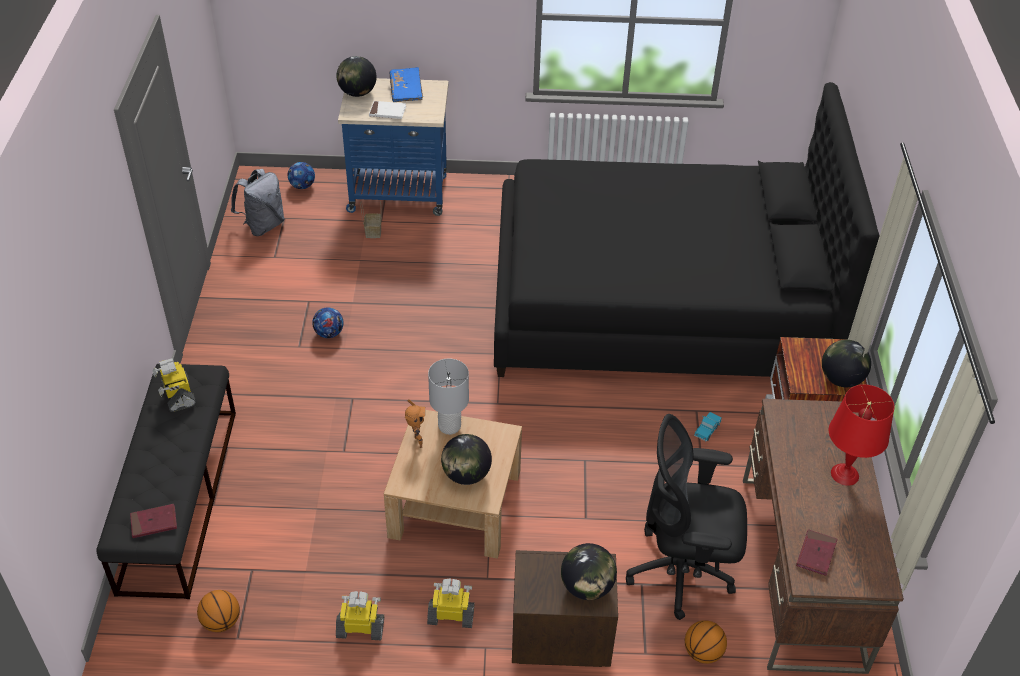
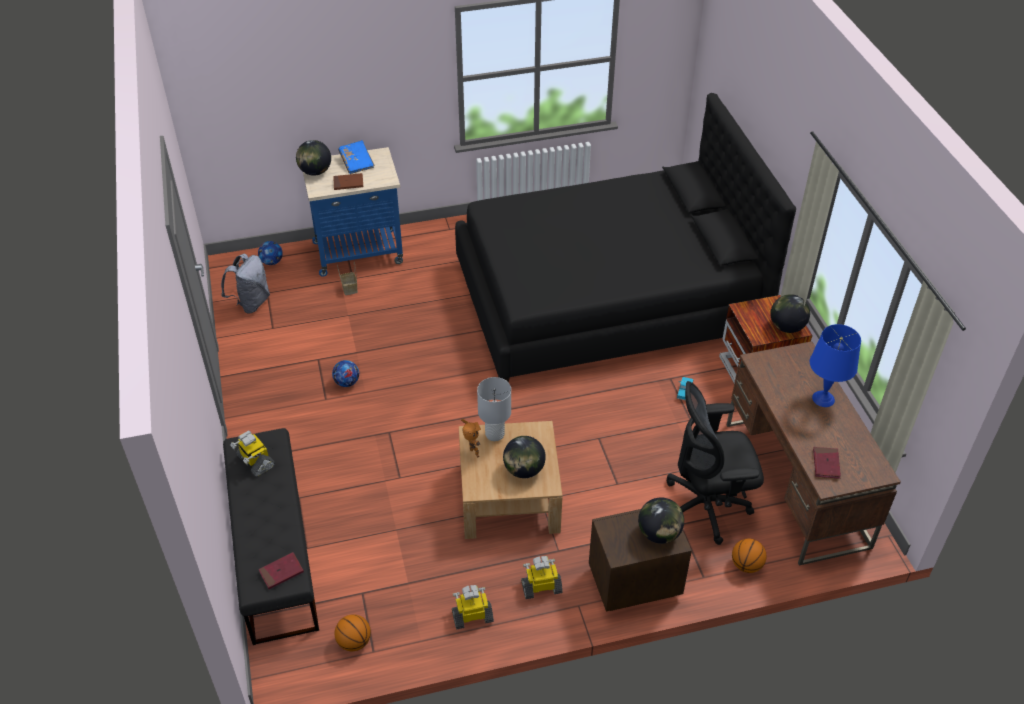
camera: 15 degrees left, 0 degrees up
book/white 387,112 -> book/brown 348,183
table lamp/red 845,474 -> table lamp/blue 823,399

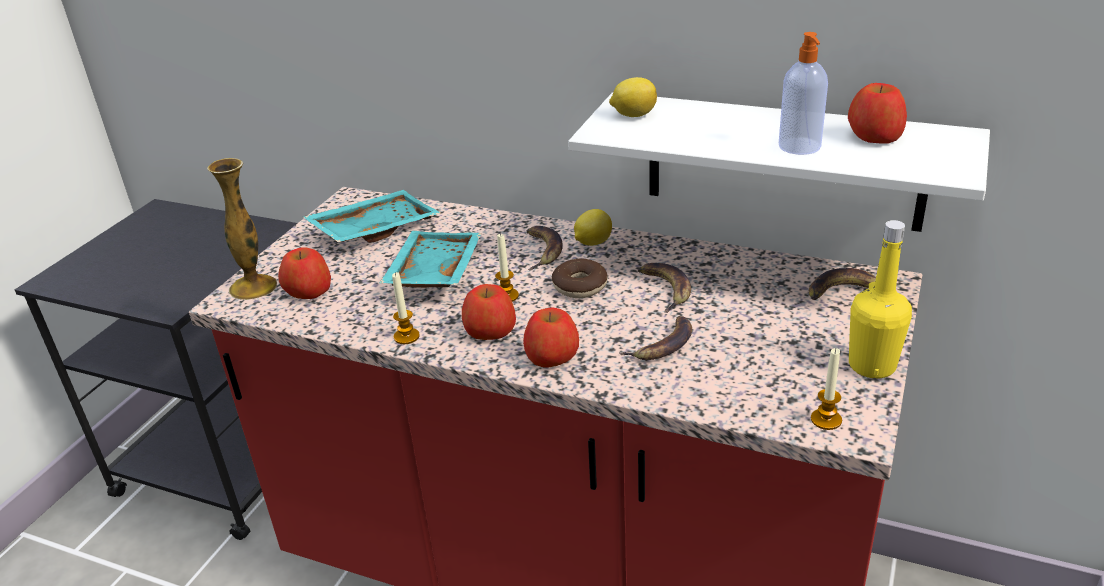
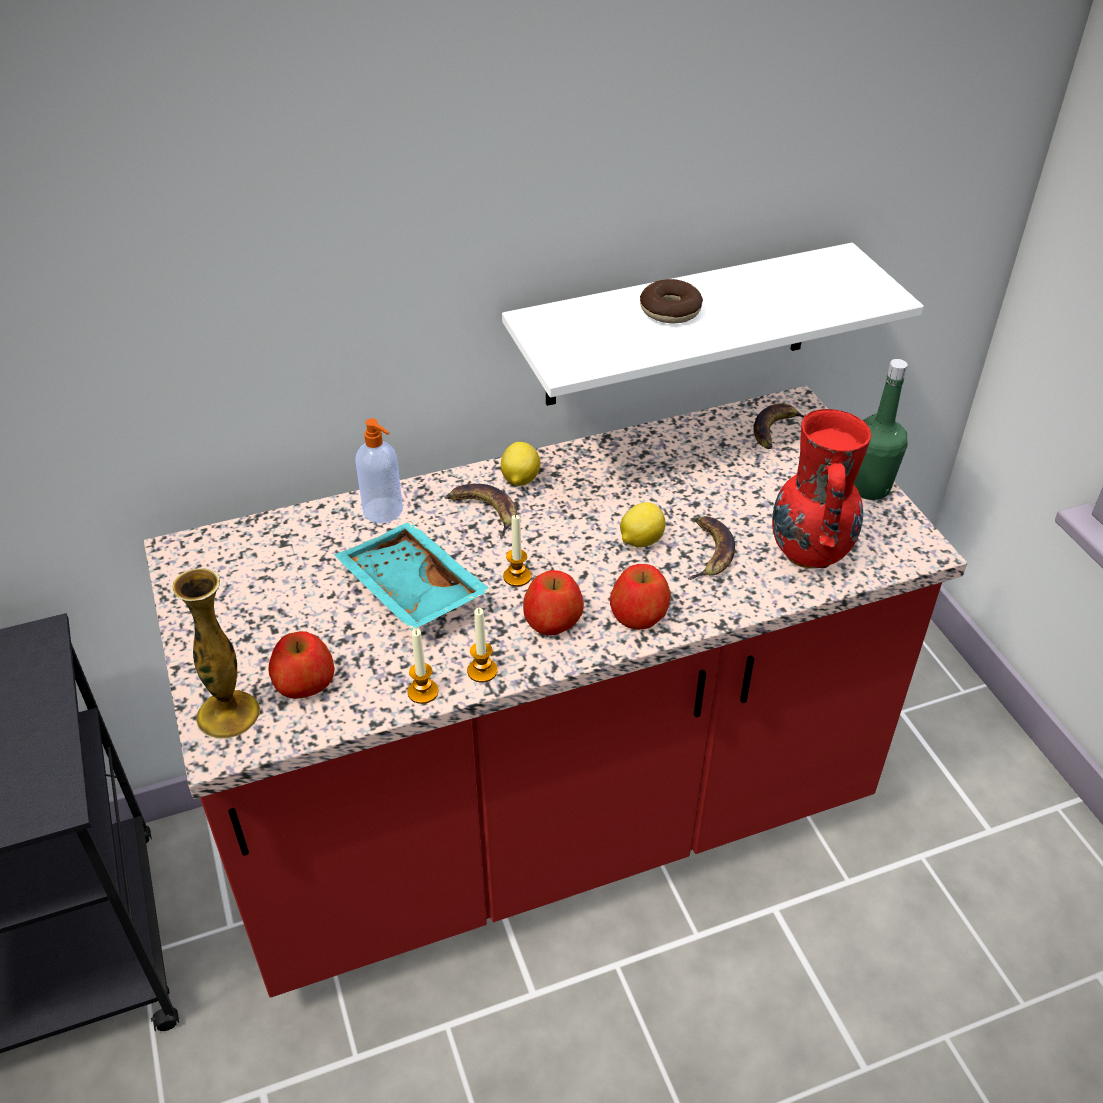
camera: 45 degrees left, 10 degrees up
tray/turquoise 374,229 -> none
banana 665,289 -> none
apple 874,136 -> none
none -> vase/red 810,553
donut 580,286 -> donut 670,311, move
lemon 633,115 -> lemon 640,541, move
soap dispenser 800,147 -> soap dispenser 384,511, move
candle 826,420 -> candle 423,692, move
bottle/yellow 872,365 -> bottle/green 869,487

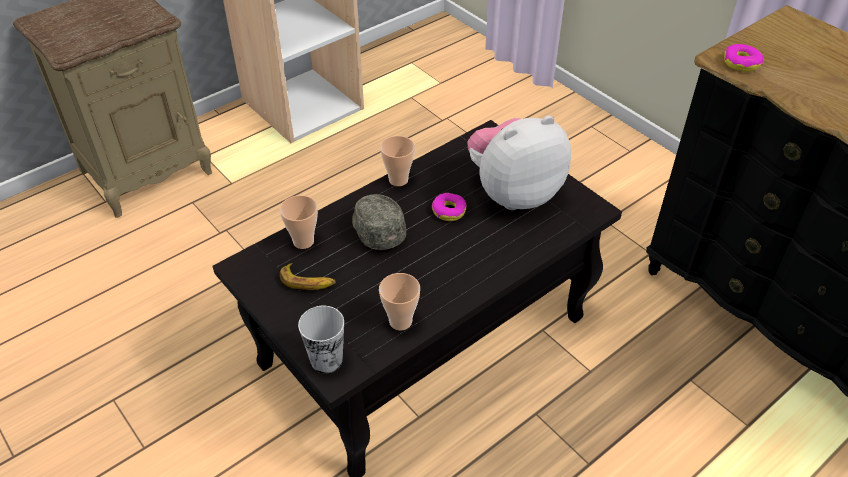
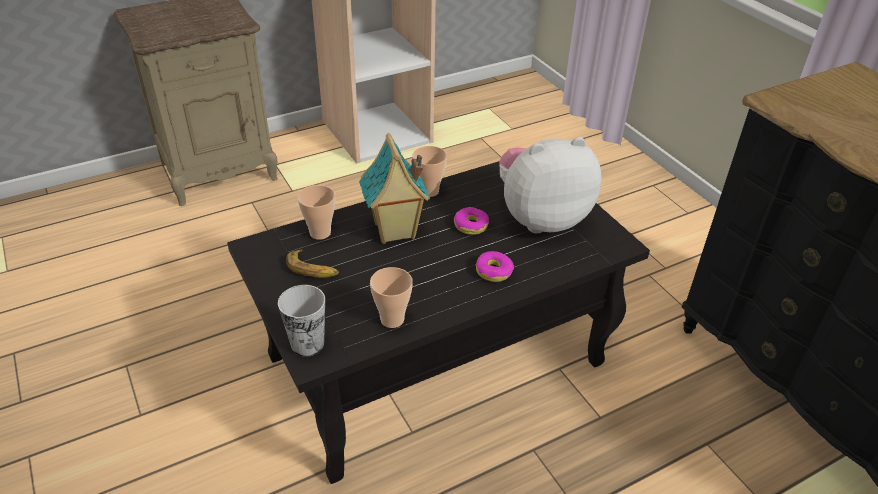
camera: 10 degrees right, 5 degrees down
donut 741,63 -> donut 494,271, move
cap/grey 377,229 -> toy house 394,232

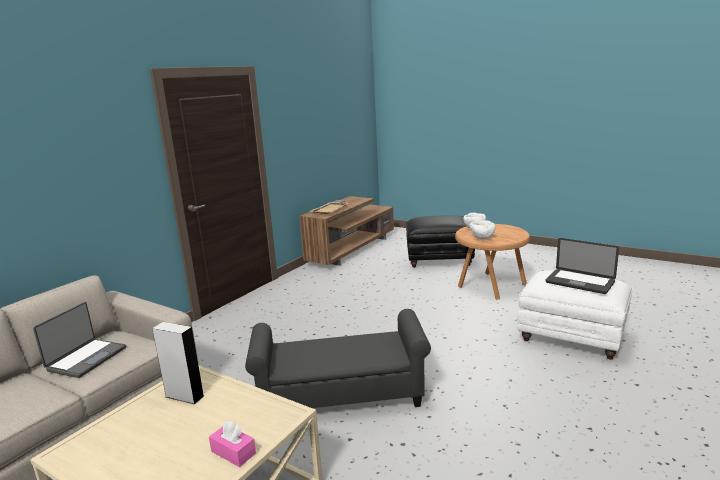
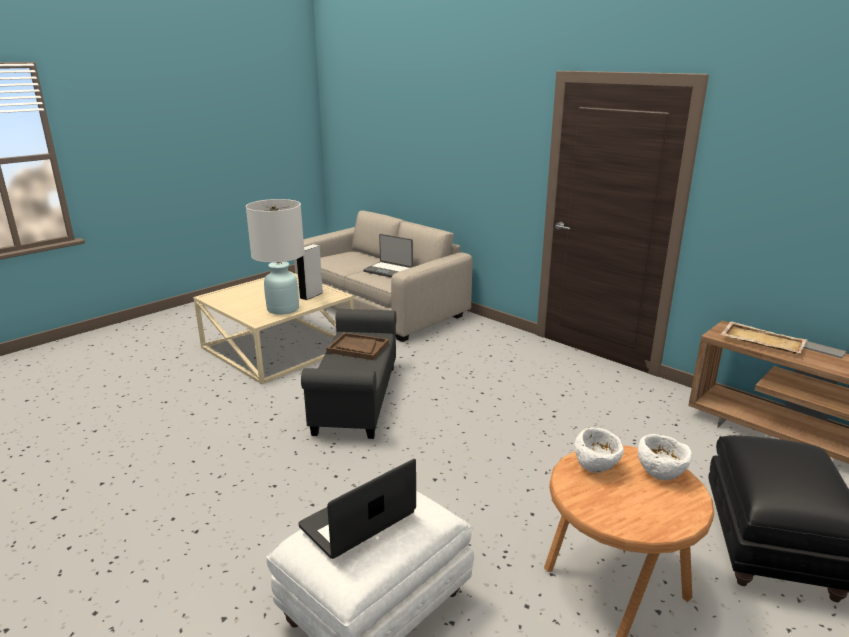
camera: 100 degrees right, 5 degrees up
tissue box/pink 233,452 -> none
none -> table lamp/white 283,309
none -> tray/brown 358,348

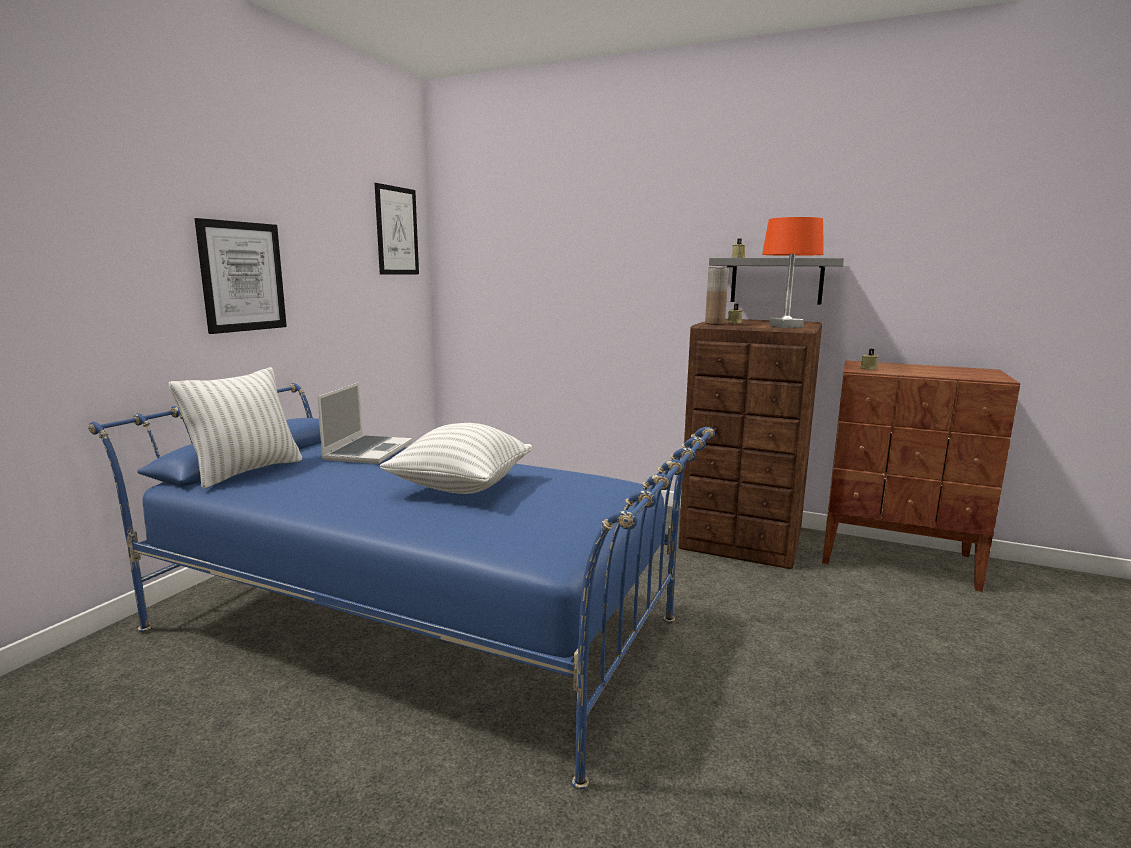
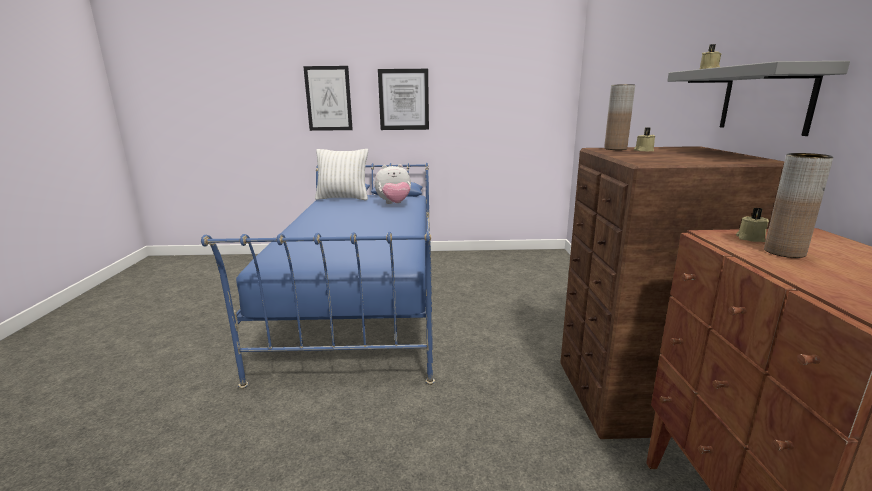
camera: 65 degrees right, 5 degrees up
pillow/white 461,487 -> none
table lamp/orange 786,327 -> none
none -> vase/brown 784,252
picture 397,231 -> picture 328,98, move
laptop 368,451 -> plush toy 394,204

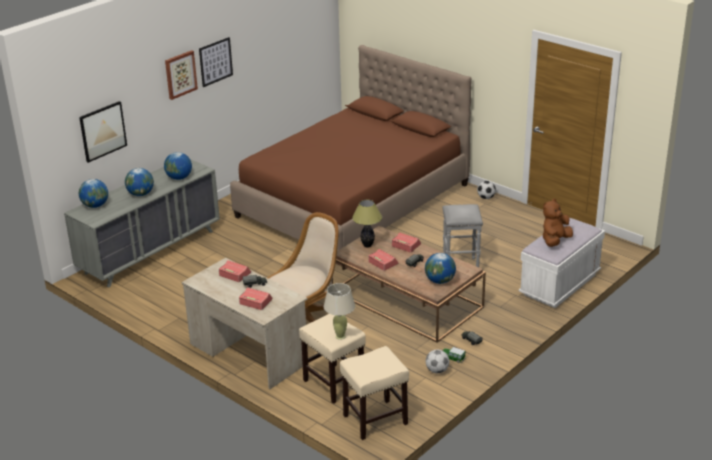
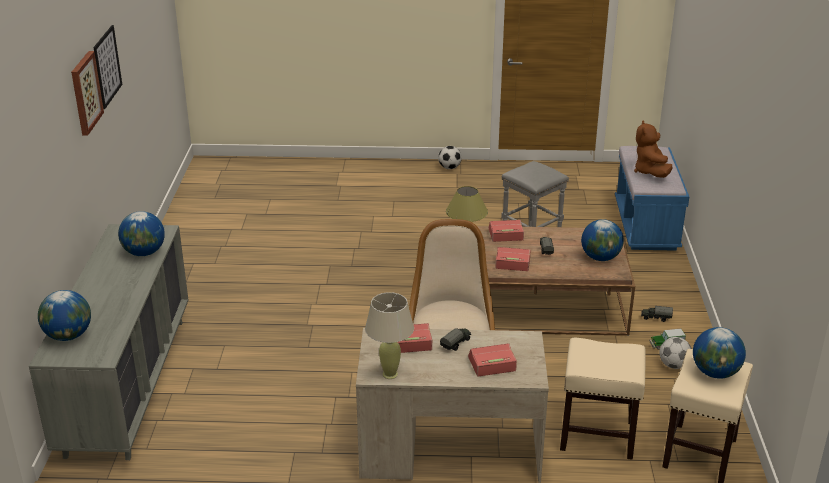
camera: 40 degrees left, 0 degrees up
picture 103,131 -> none
bed/brown 354,200 -> none
globe 141,194 -> globe 715,373, move
table lamp/beige 340,336 -> table lamp/beige 390,374, move
bench/white 560,285 -> bench/blue 646,226

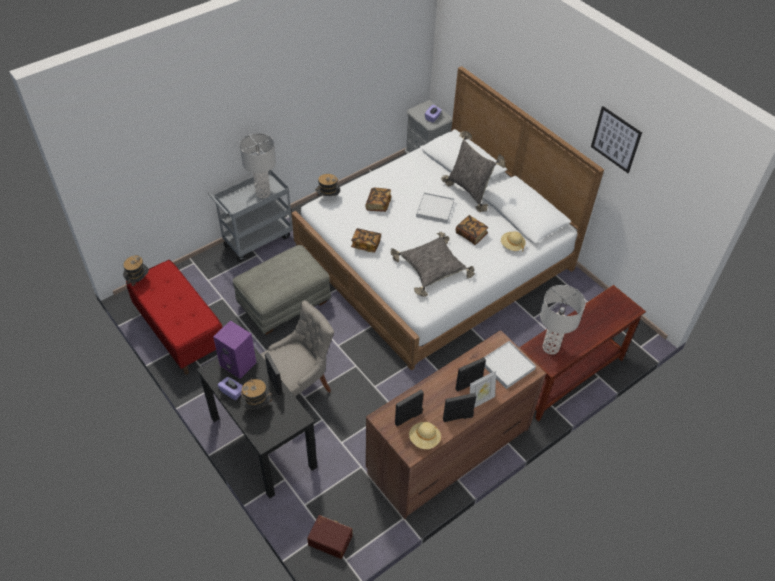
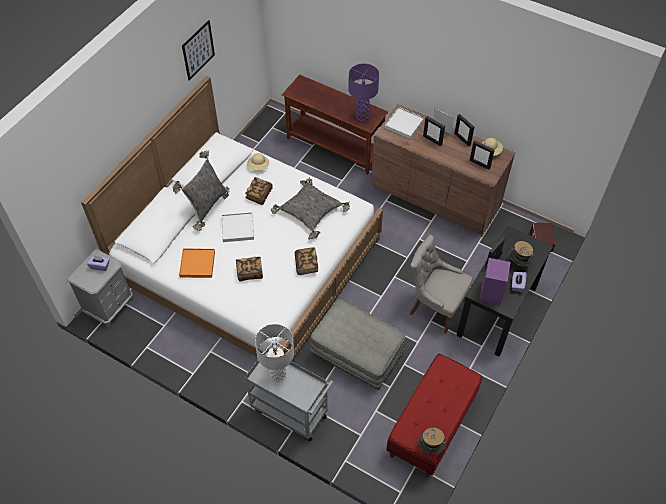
camera: 110 degrees left, 5 degrees up
hat 328,198 -> none
none -> tray/orange 197,264
table lamp/white 550,347 -> table lamp/purple 362,116

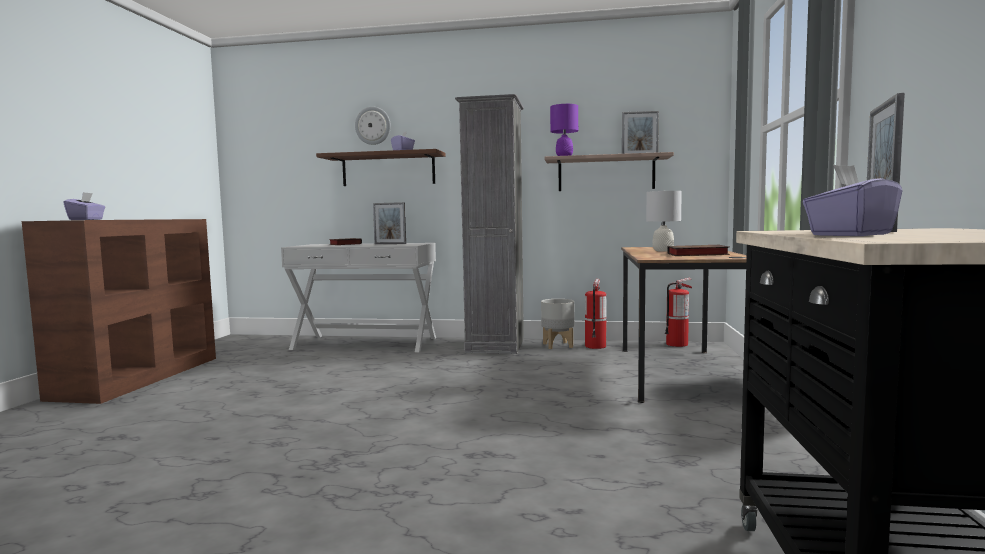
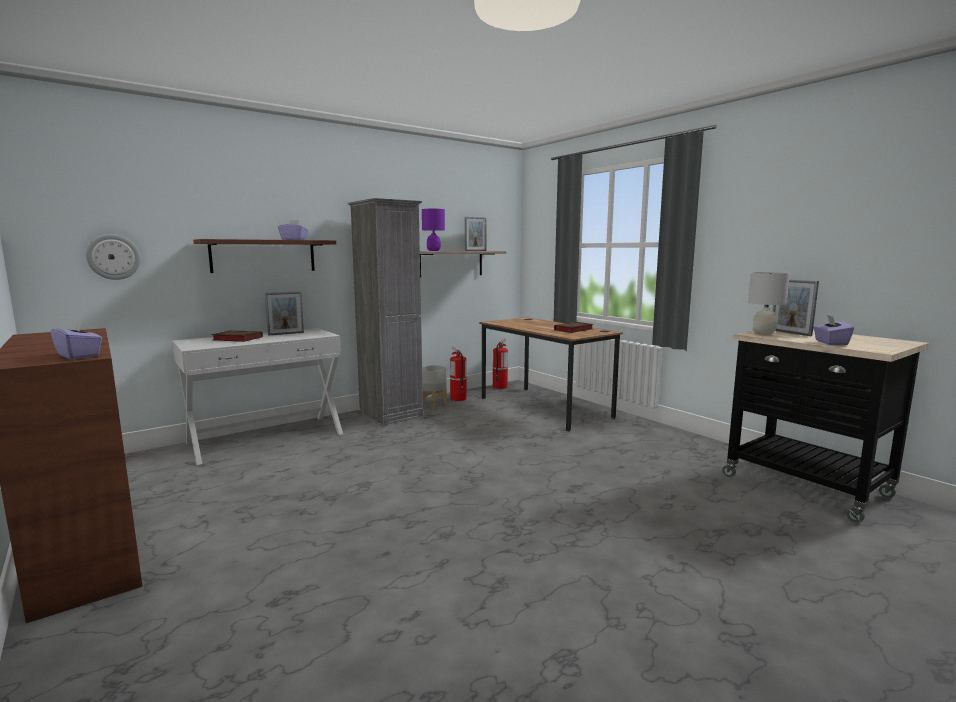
camera: 45 degrees left, 5 degrees up
wall clock 373,125 -> wall clock 113,257, move
table lamp/grey 662,251 -> table lamp/grey 763,333, move

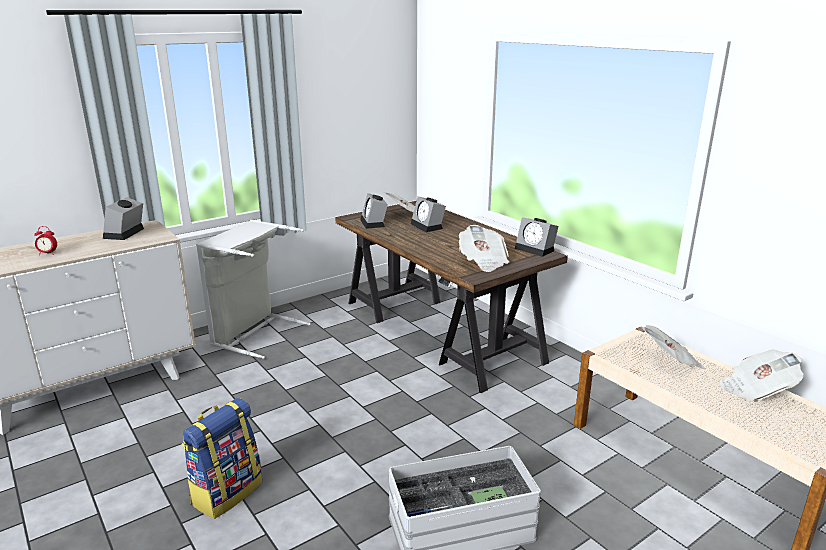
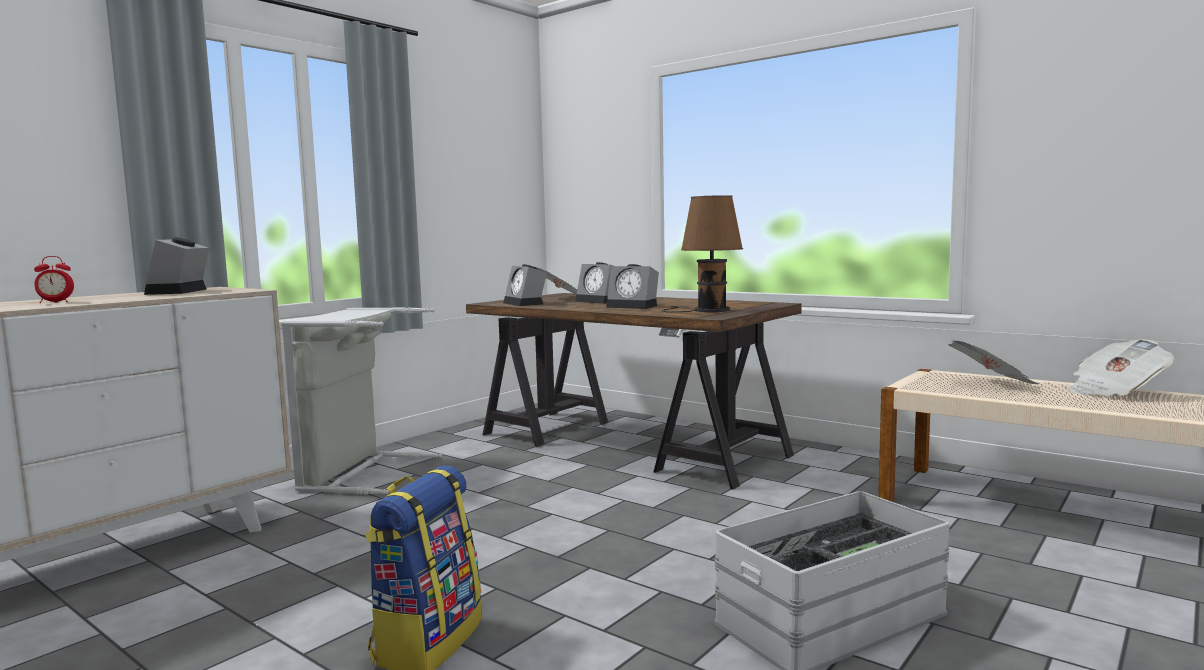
camera: 15 degrees left, 15 degrees down
alarm clock 536,249 -> alarm clock 634,306, move
newspaper 483,261 -> table lamp/brown 707,310

